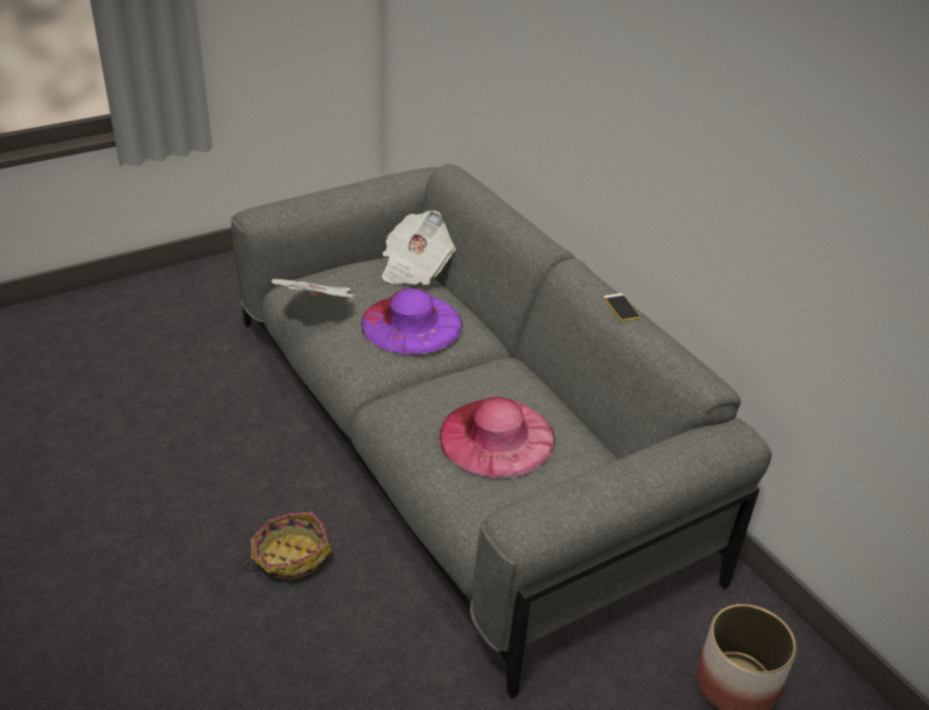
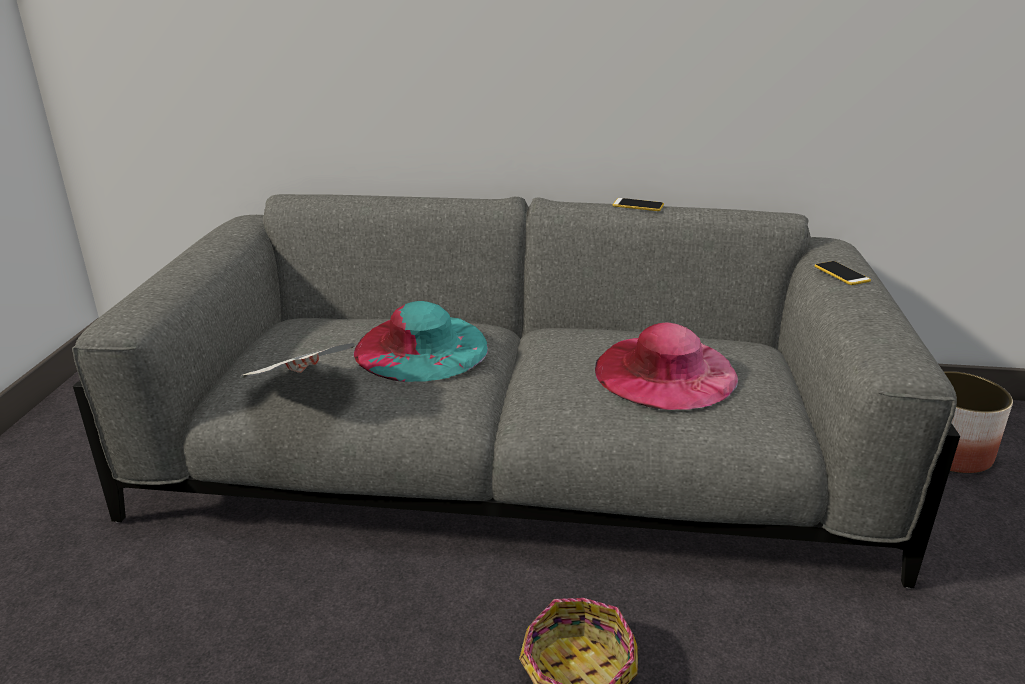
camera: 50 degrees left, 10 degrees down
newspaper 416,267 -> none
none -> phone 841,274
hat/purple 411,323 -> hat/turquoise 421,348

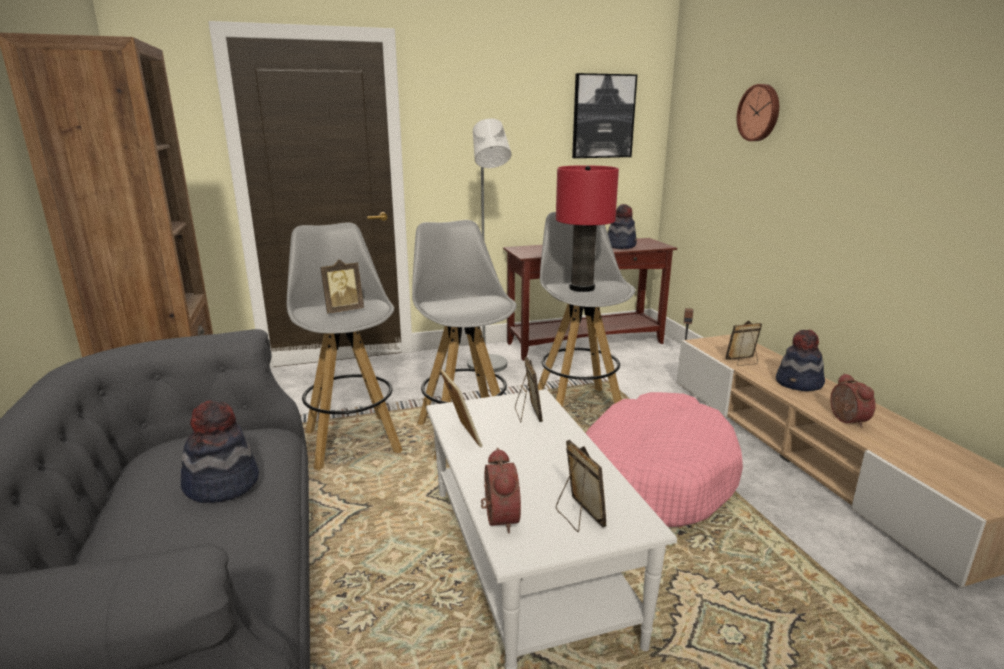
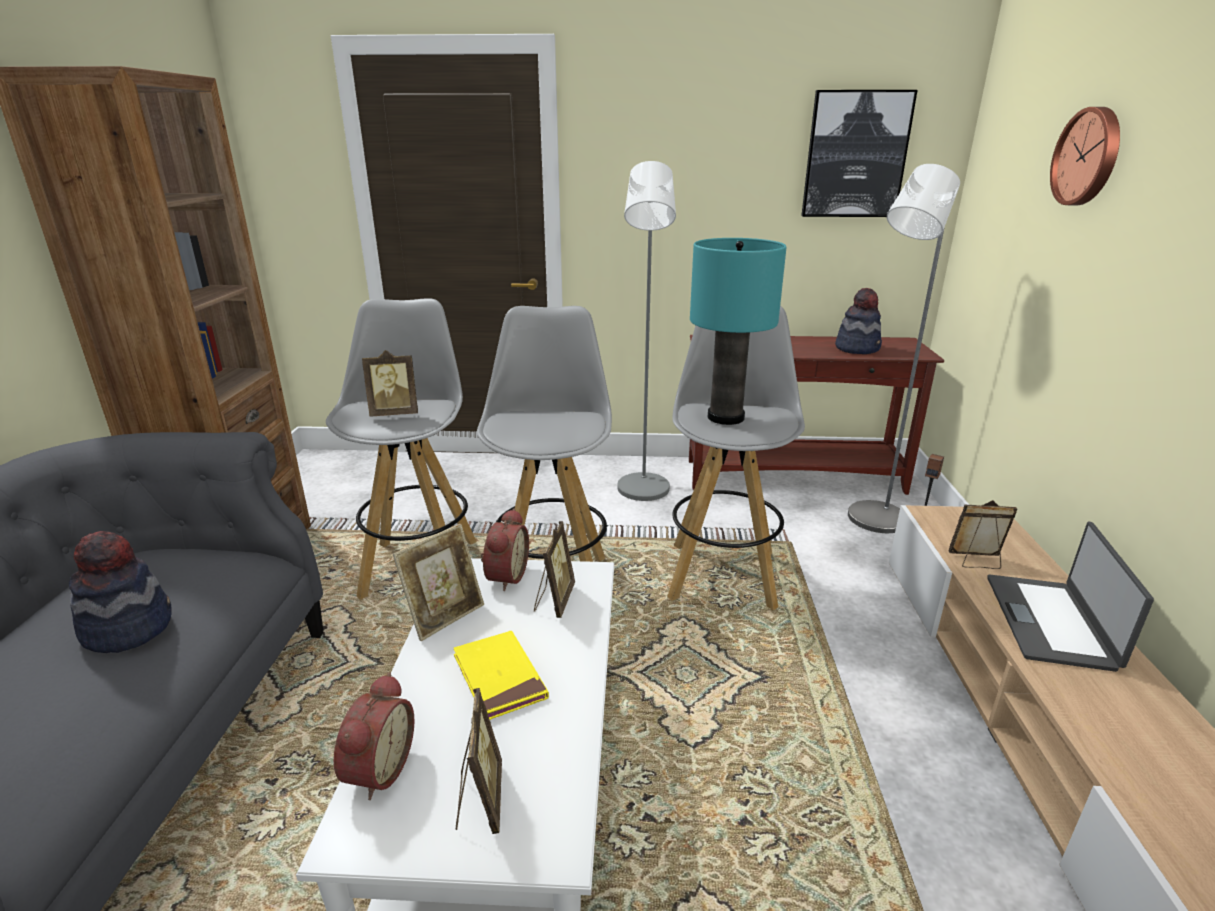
camera: 20 degrees right, 5 degrees up
dog bed/pink 652,477 -> none
none -> book/yellow 499,678
none -> floor lamp/grey 871,522
alarm clock 845,420 -> alarm clock 504,576, move
hat 799,384 -> laptop 1051,621
table lamp/red 582,288 -> table lamp/turquoise 726,418
picture frame 461,436 -> picture frame 445,616, 45 degrees clockwise

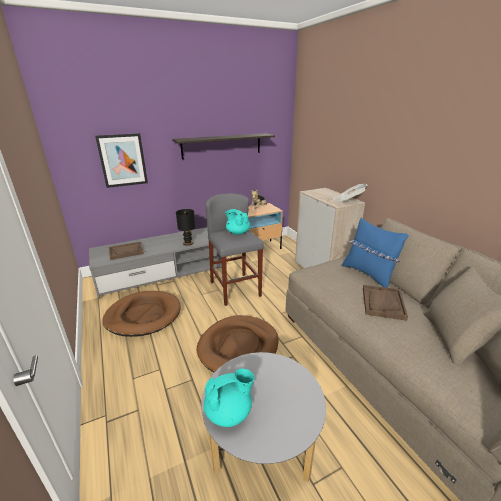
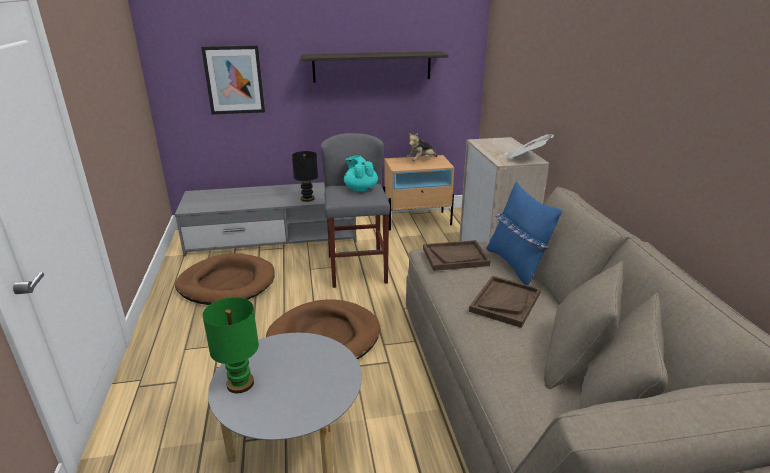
camera: 15 degrees right, 0 degrees up
tray/brown 126,251 -> tray/brown 455,257, move
teapot/turquoise 229,412 -> table lamp/green 240,384

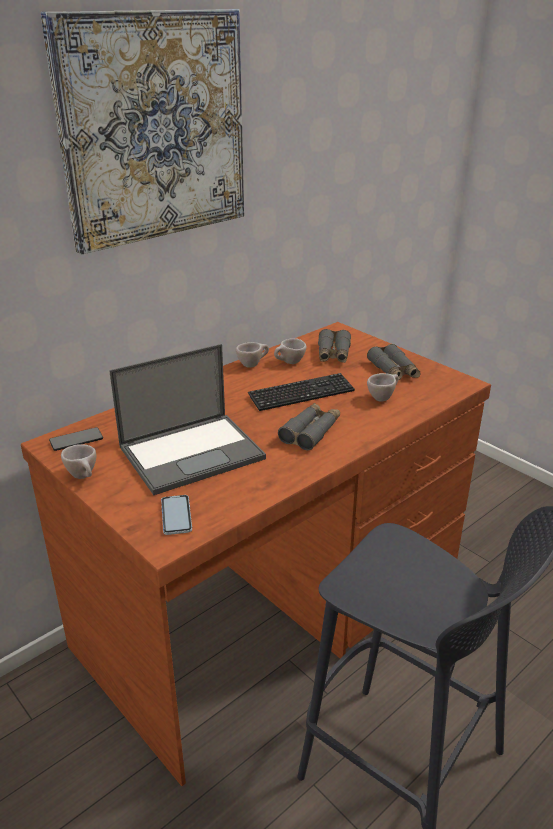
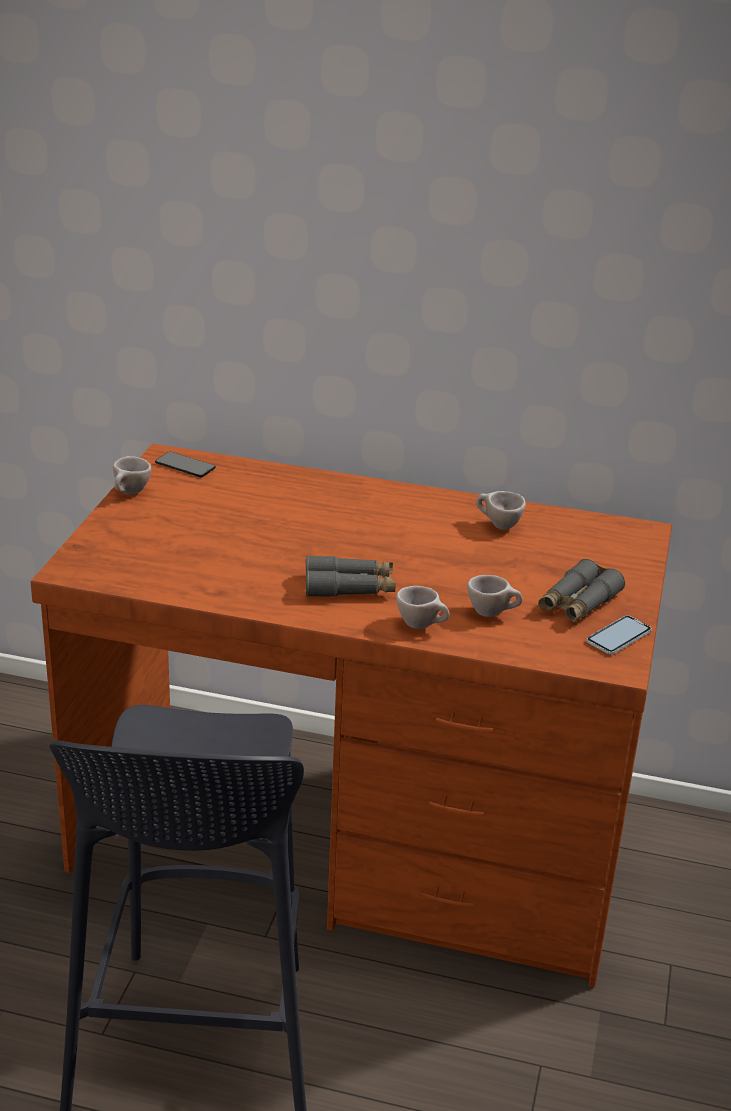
camera: 55 degrees right, 0 degrees up
picture 154,129 -> none
laptop 193,452 -> none
keyboard 301,394 -> none
binoculars/grey 333,354 -> none
phone 176,516 -> phone 618,637, move
cup/beige 253,364 -> cup/beige 422,626, move

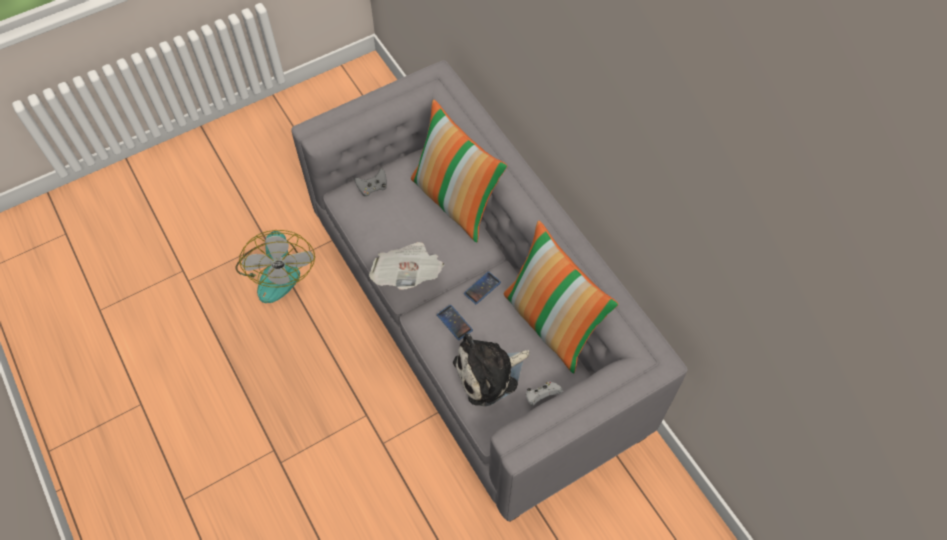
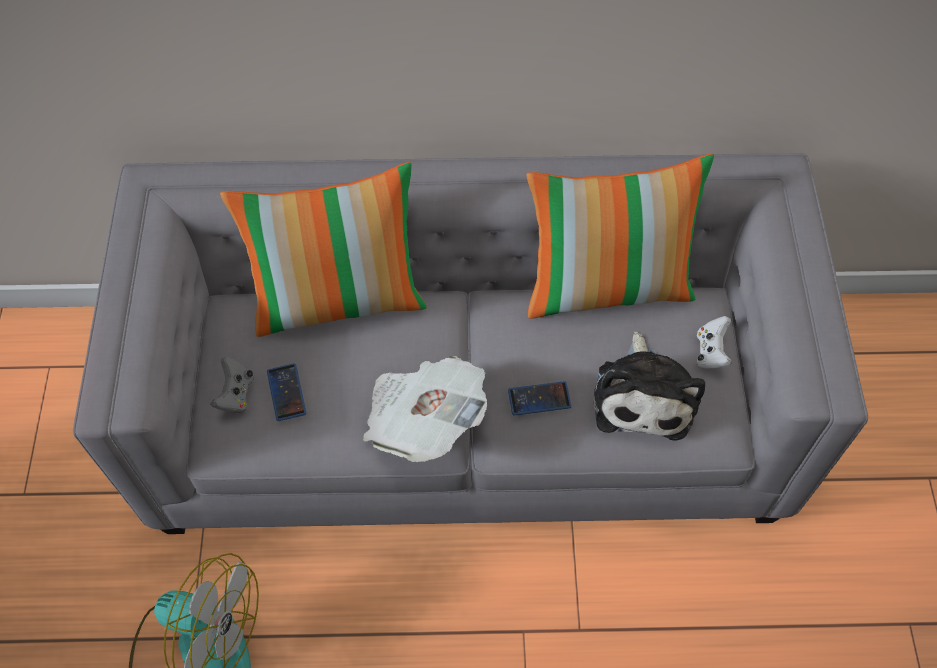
camera: 60 degrees left, 0 degrees up
phone 482,288 -> phone 286,392, move

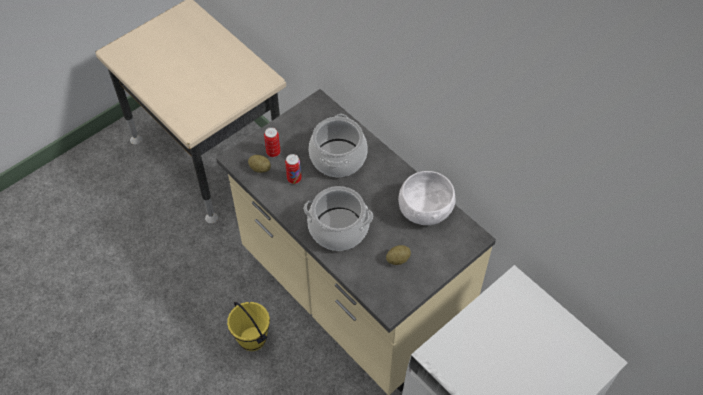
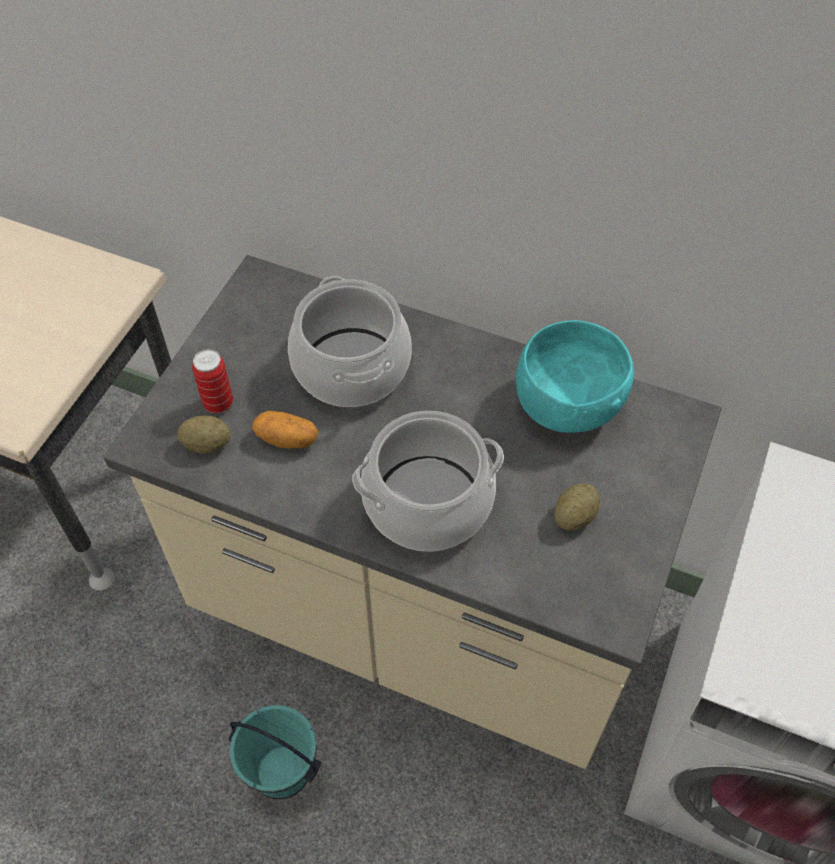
camera: 25 degrees left, 0 degrees up
can 294,179 -> potato 287,439
bucket/yellow 253,338 -> bucket/turquoise 283,771
bowl/white 424,211 -> bowl/turquoise 567,404

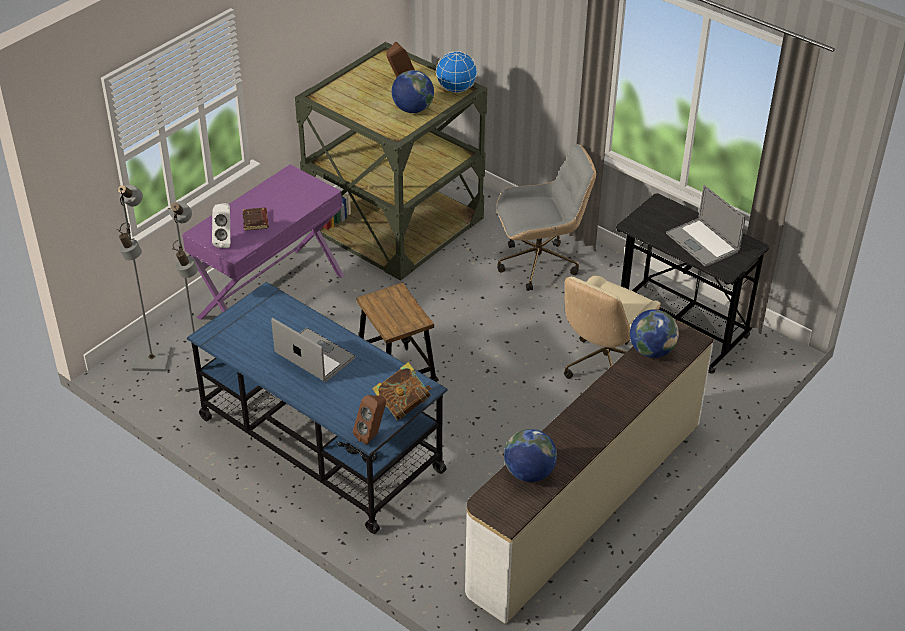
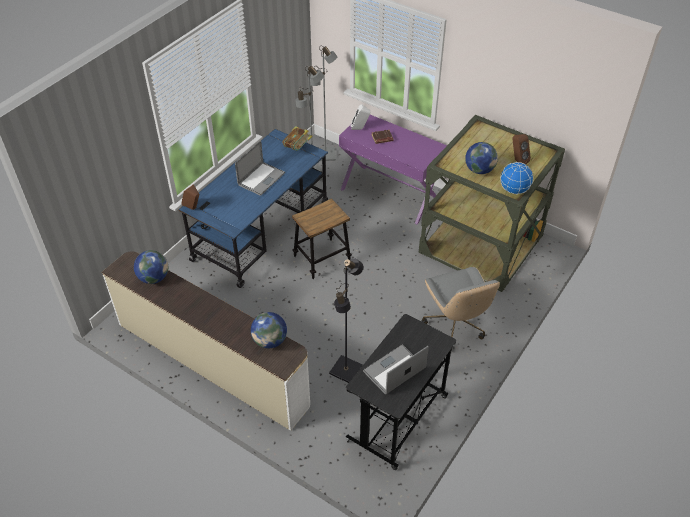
camera: 85 degrees right, 5 degrees up
book 403,405 -> book 297,147, move
office chair/beige 603,367 -> floor lamp/black 345,370

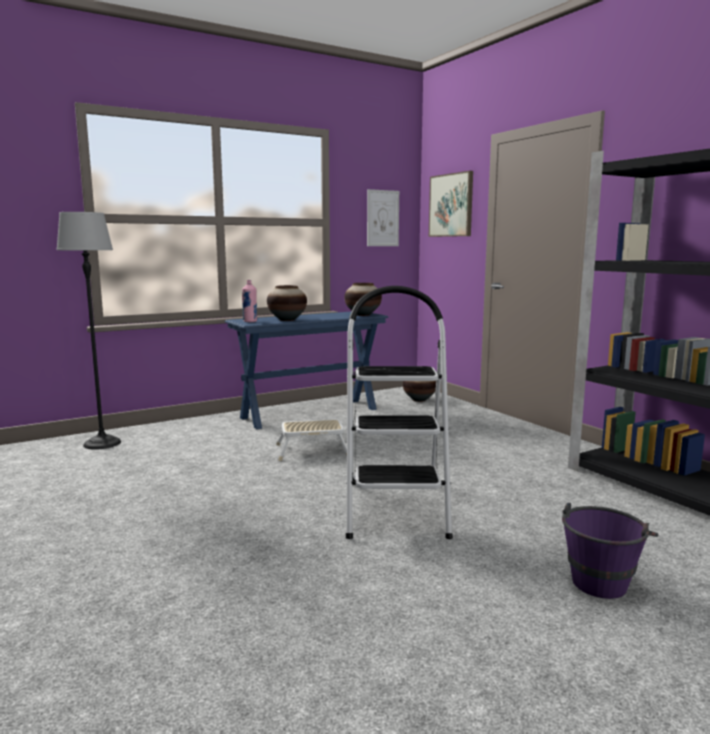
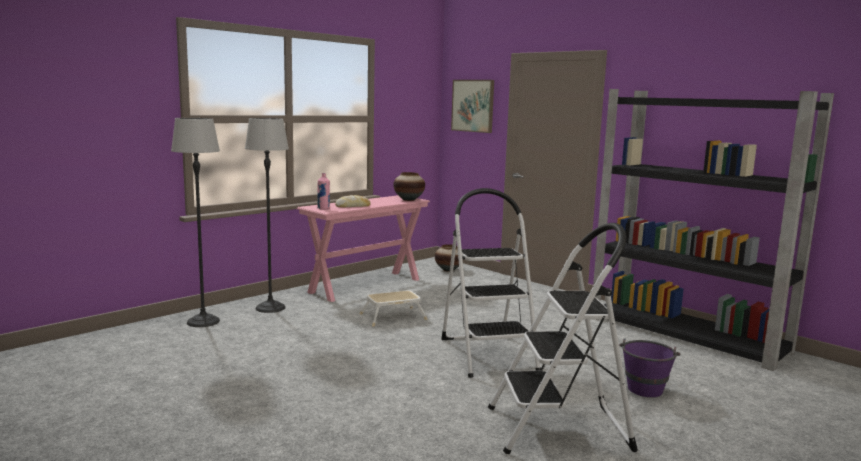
camera: 15 degrees left, 0 degrees up
picture 382,218 -> none
none -> floor lamp 270,308
none -> step ladder 562,429
vase 287,320 -> bread 353,206
console table/blue 310,413 -> console table/pink 366,286

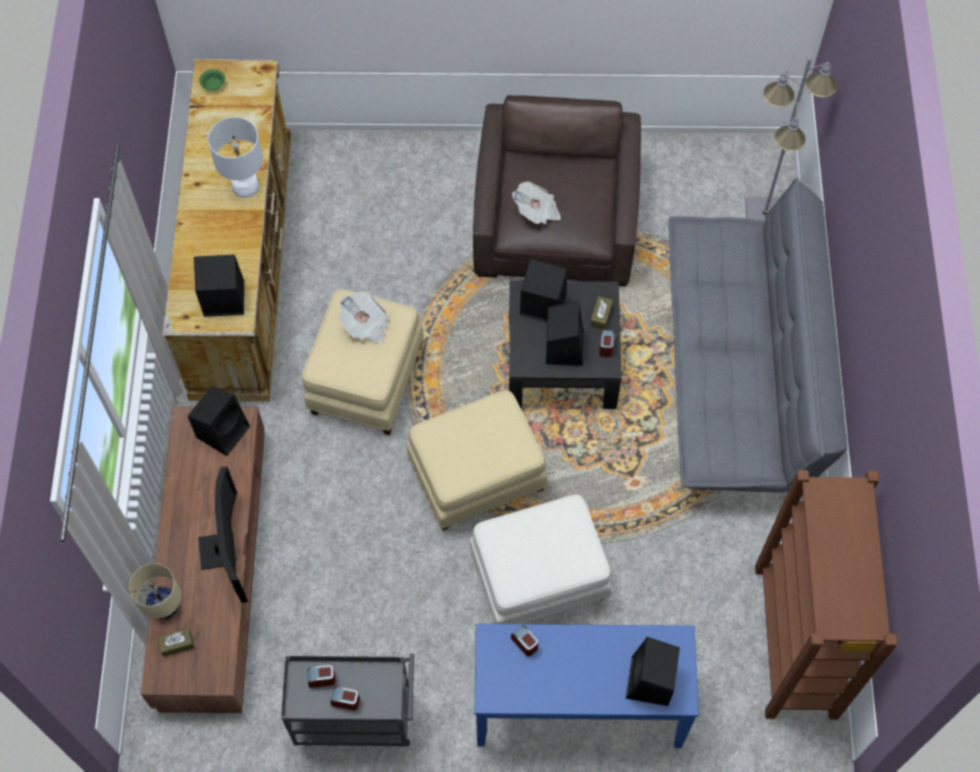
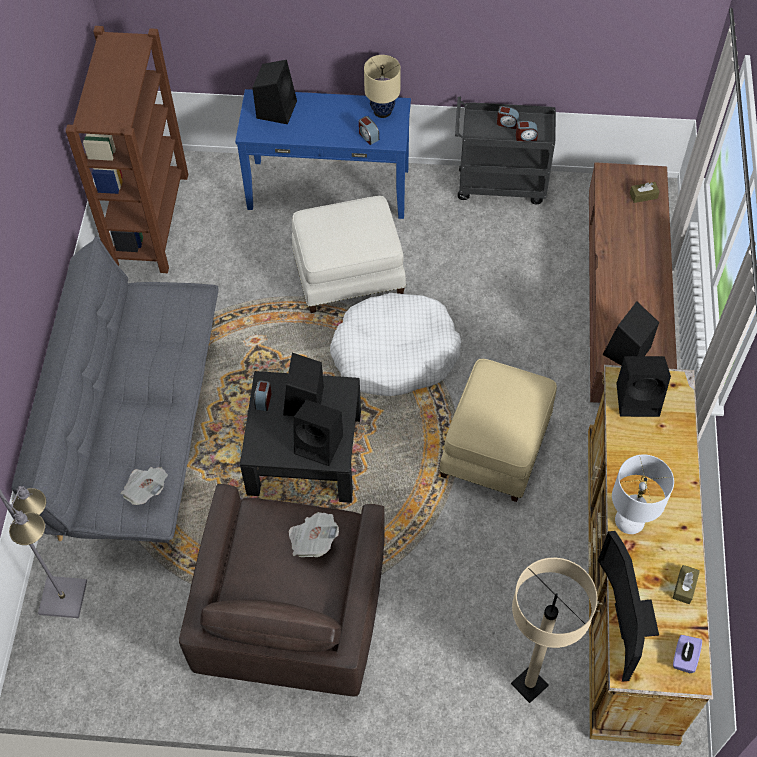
camera: 175 degrees left, 5 degrees down
none -> floor lamp/beige 529,685
table lamp/beige 165,609 -> table lamp/beige 382,111, move
television 224,550 -> television 629,619, move
newspaper 365,325 -> newspaper 146,489, move
tissue box/brown 601,316 -> tissue box/brown 684,587, move
bowl/green 213,83 -> tissue box/purple 684,658
ottoman/beige 477,477 -> dog bed/white 394,354

